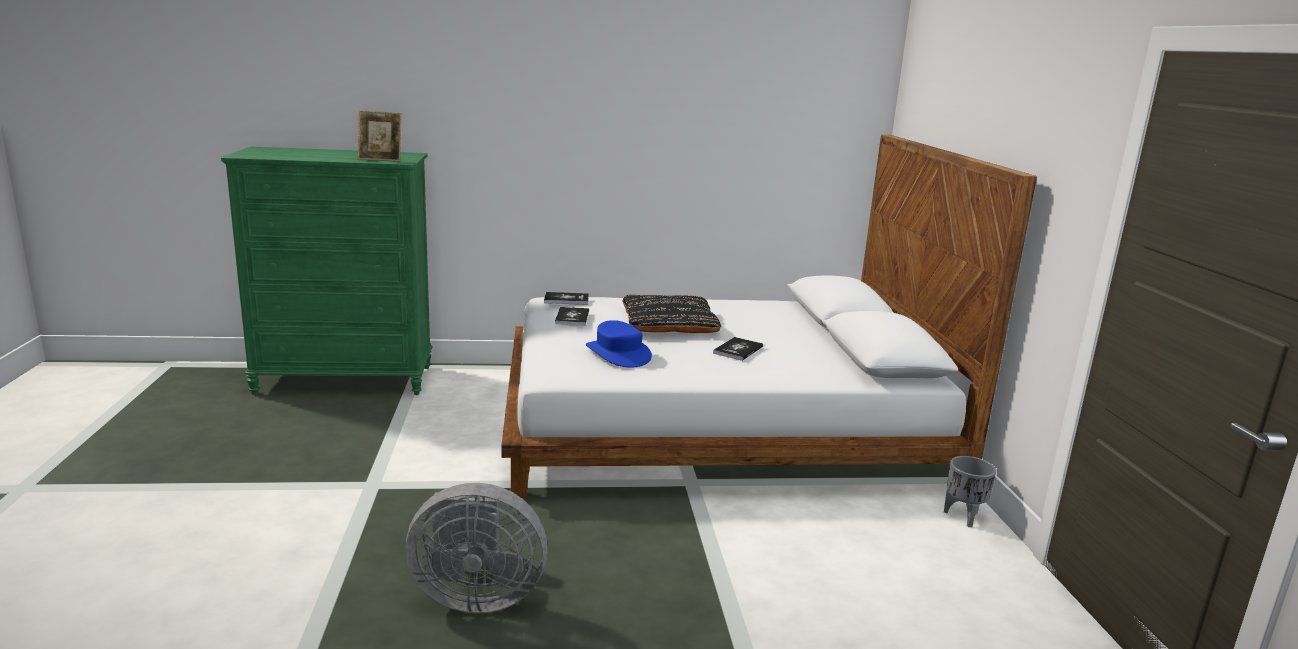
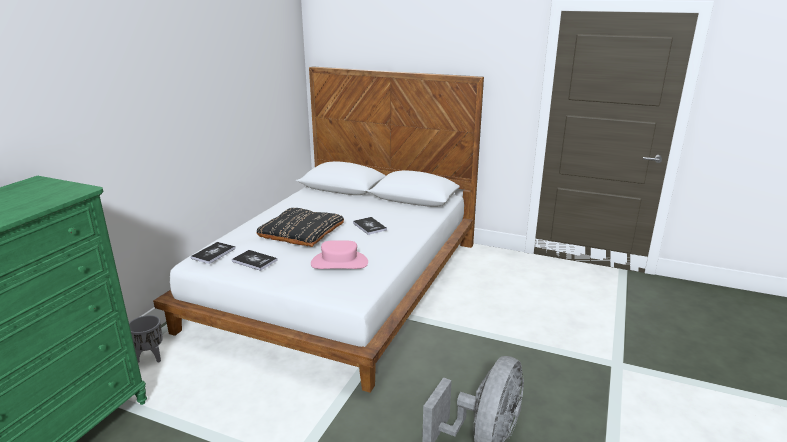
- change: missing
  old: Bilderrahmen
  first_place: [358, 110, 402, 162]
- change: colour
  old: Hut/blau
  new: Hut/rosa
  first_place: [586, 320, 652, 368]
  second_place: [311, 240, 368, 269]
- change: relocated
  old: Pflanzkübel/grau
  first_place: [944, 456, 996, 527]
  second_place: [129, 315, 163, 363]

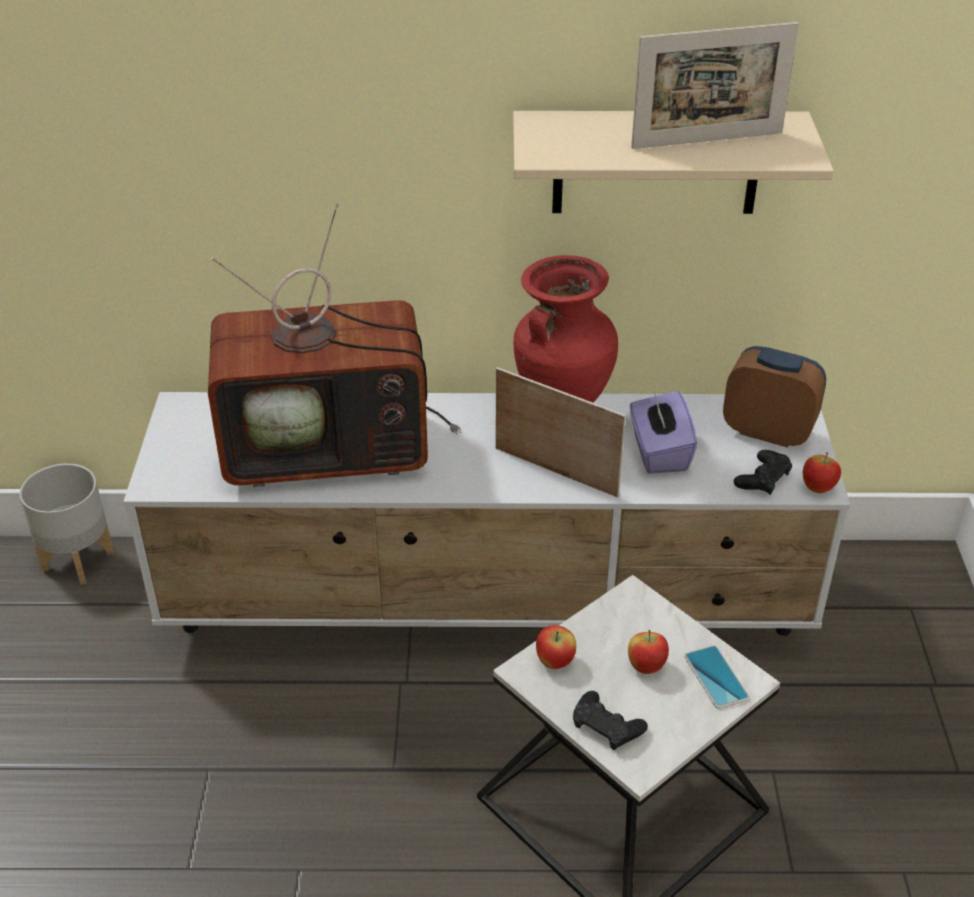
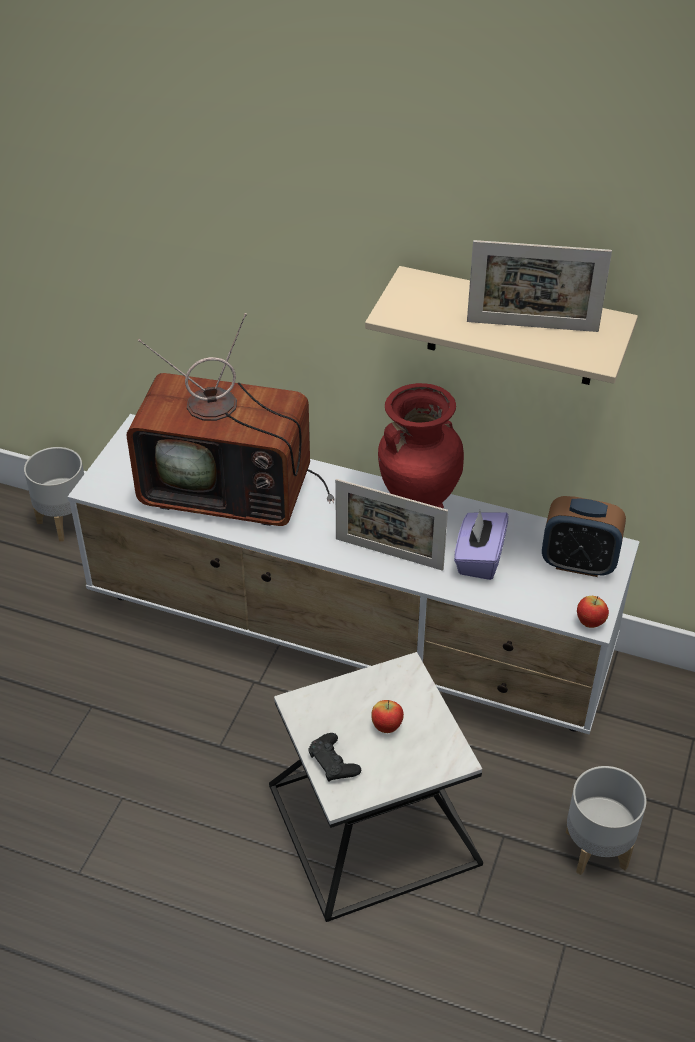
- change: spun
  old: Bilderrahmen
  first_place: [495, 367, 626, 498]
  second_place: [335, 479, 448, 571]
  degrees: 150
- change: missing
  old: Apfel
  first_place: [536, 625, 576, 669]
- change: missing
  old: Handy
  first_place: [684, 646, 749, 709]
- change: spun
  old: Wecker
  first_place: [723, 346, 826, 448]
  second_place: [542, 496, 626, 577]
  degrees: 150
- change: missing
  old: Gamepad/schwarz
  first_place: [734, 450, 792, 495]
- change: appeared
  new: Pflanzkübel/grau
  second_place: [566, 766, 646, 875]

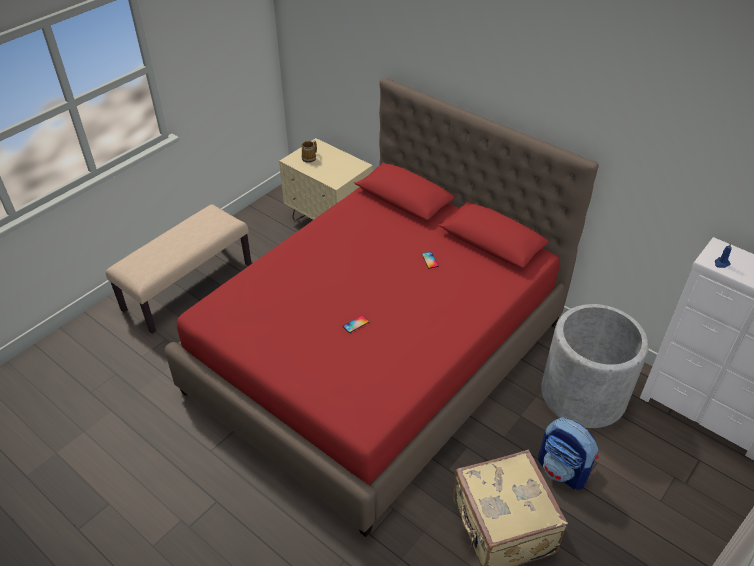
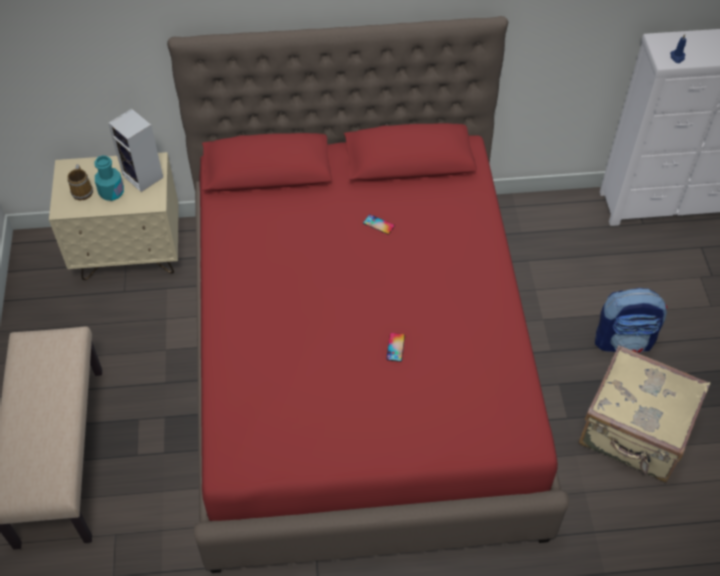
- change: missing
  old: Pflanzkübel/grau
  first_place: [541, 304, 649, 428]
- change: appeared
  new: Flasche/türkis
  second_place: [95, 155, 124, 201]
- change: appeared
  new: Lautsprecher
  second_place: [108, 109, 163, 192]

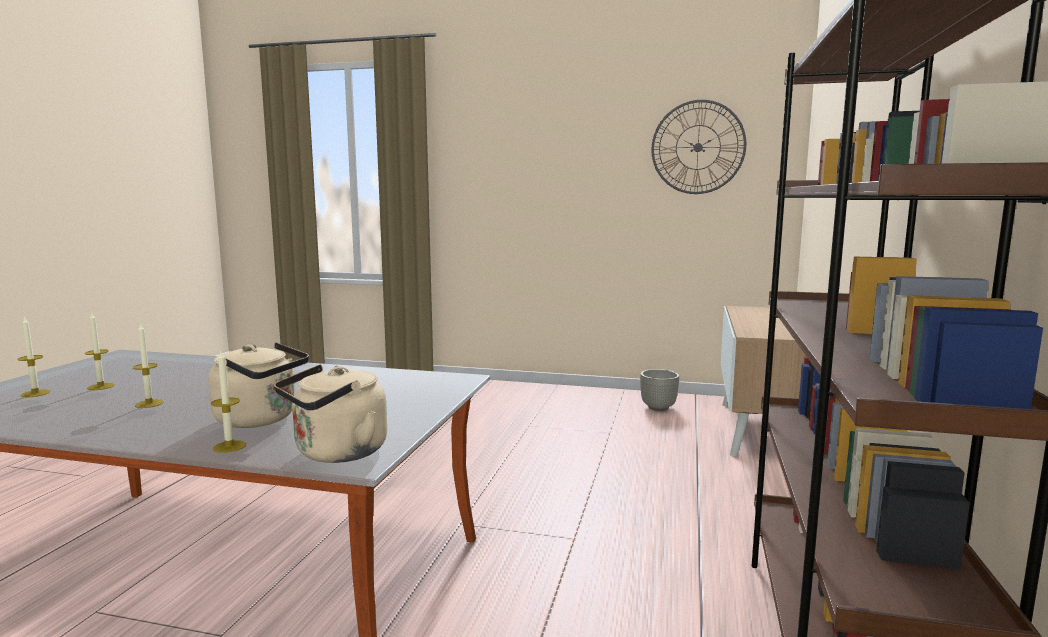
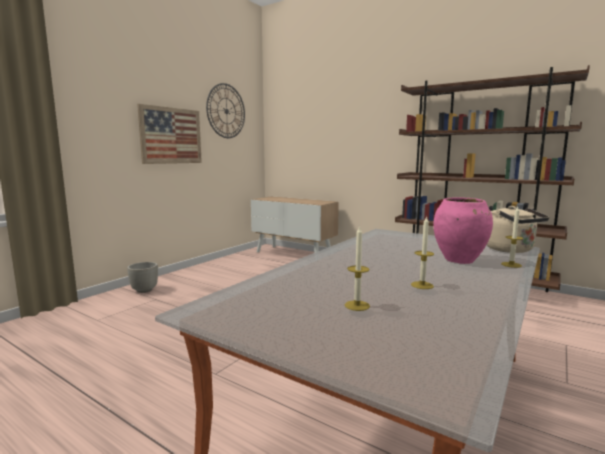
- change: missing
  old: Kerze
  first_place: [17, 316, 50, 397]
- change: exchanged
  old: Wasserkessel/beige
  new: Vase/rosa
  first_place: [208, 342, 309, 428]
  second_place: [433, 197, 493, 264]
- change: relocated
  old: Pflanzkübel/grau
  first_place: [640, 369, 679, 411]
  second_place: [127, 262, 158, 293]
- change: appeared
  new: Bild
  second_place: [137, 104, 202, 164]

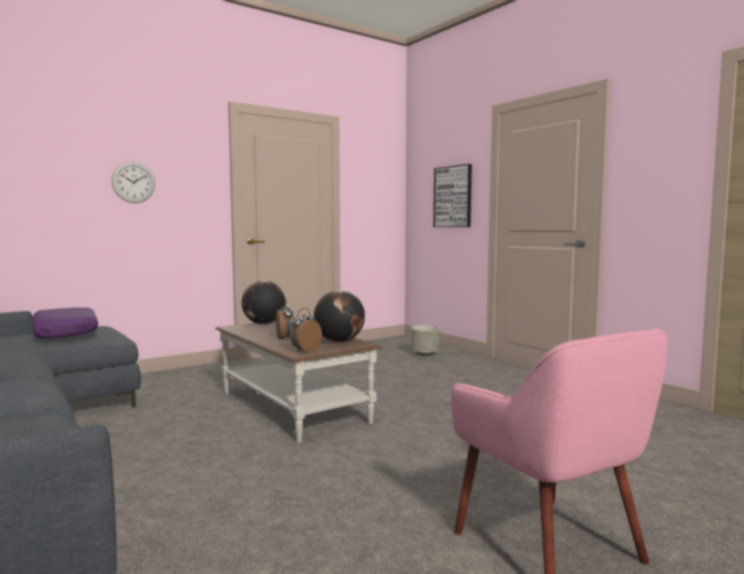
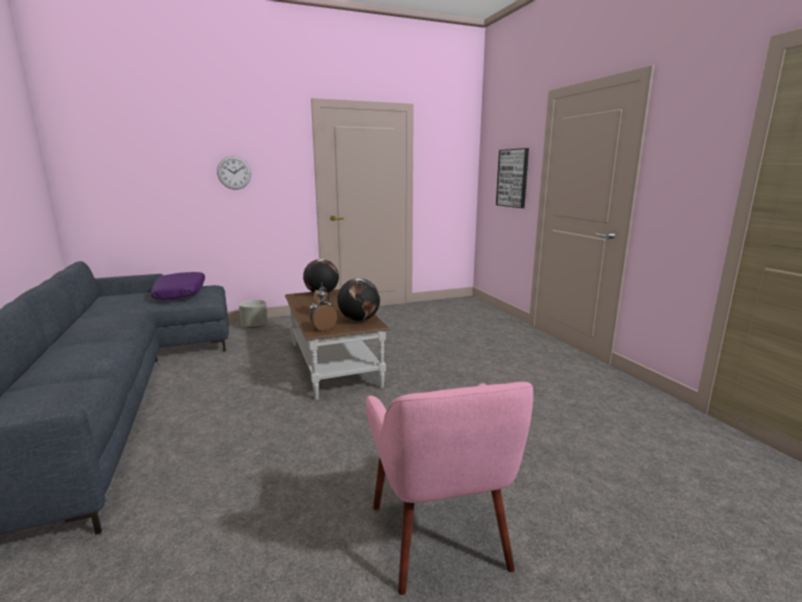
- change: relocated
  old: Pflanzkübel/grau
  first_place: [411, 325, 440, 356]
  second_place: [239, 300, 268, 328]

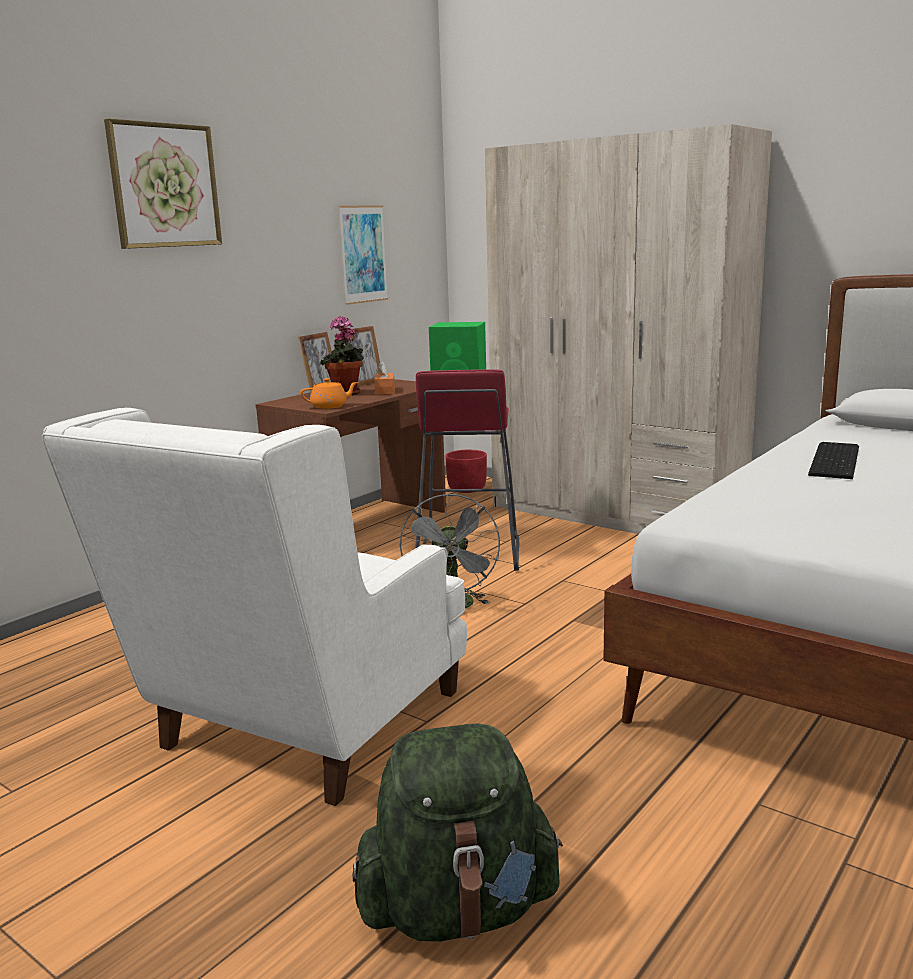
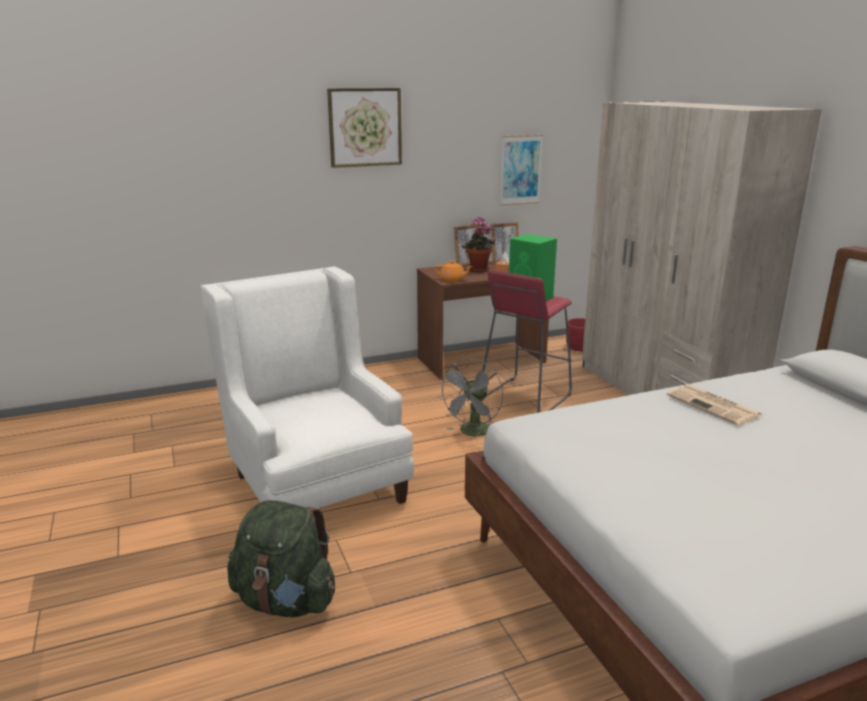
- change: spun
  old: Sessel/weiß
  first_place: [42, 408, 467, 806]
  second_place: [201, 266, 414, 509]
  degrees: 90
- change: exchanged
  old: Tastatur
  new: Zeitung
  first_place: [808, 442, 859, 479]
  second_place: [667, 384, 762, 425]

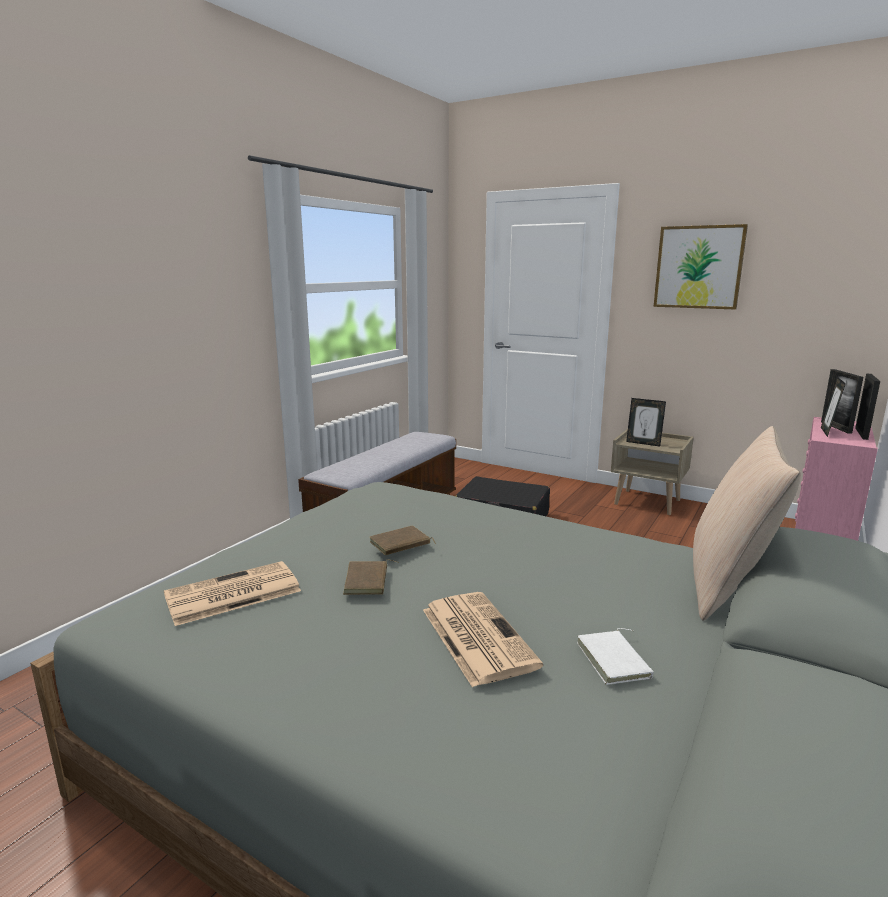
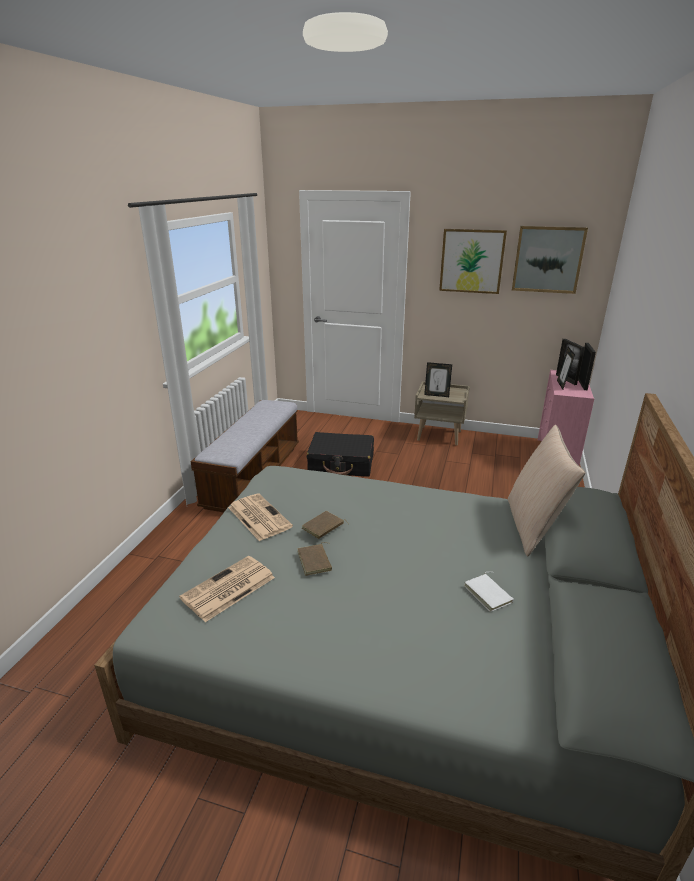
- change: relocated
  old: Zeitung
  first_place: [423, 592, 543, 687]
  second_place: [228, 494, 293, 541]
- change: appeared
  new: Bild
  second_place: [512, 226, 588, 294]

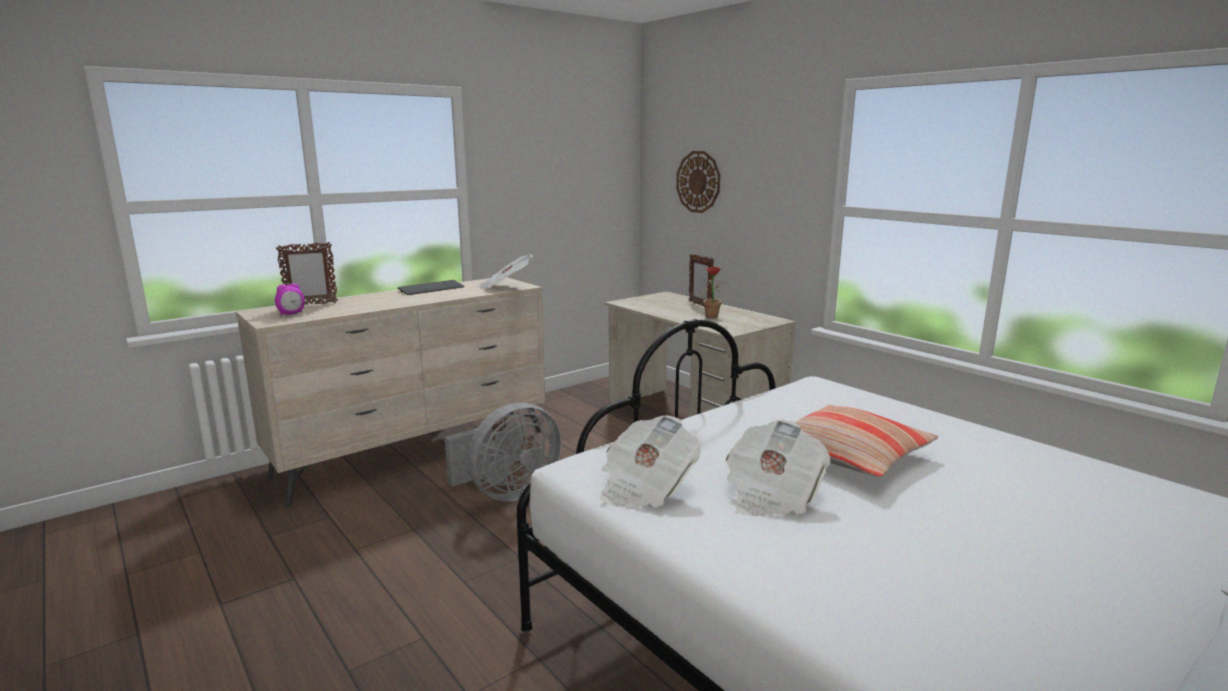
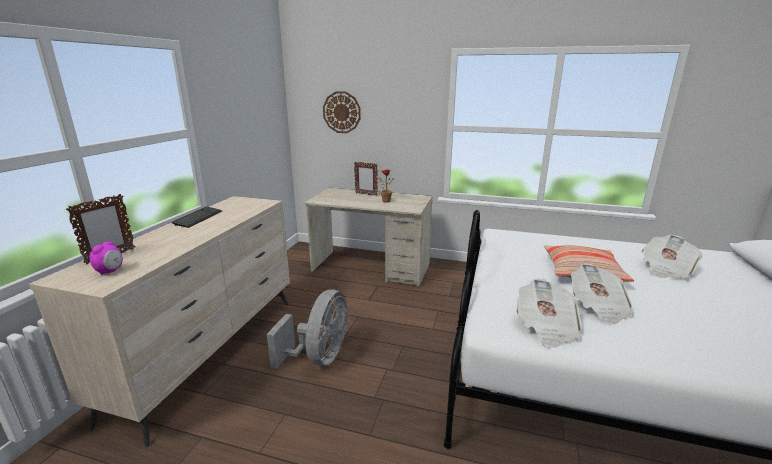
- change: relocated
  old: Zeitung
  first_place: [477, 254, 533, 289]
  second_place: [642, 235, 703, 279]

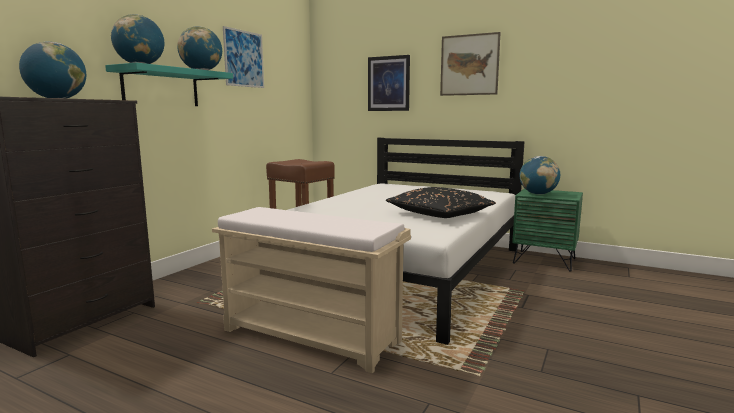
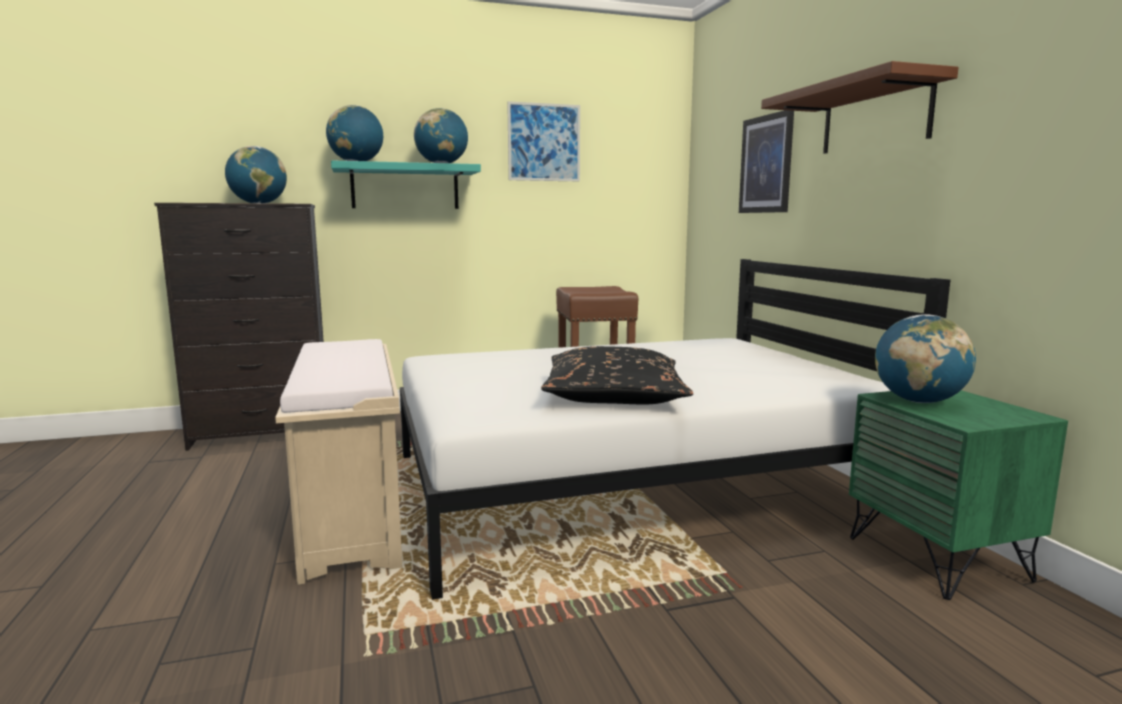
- change: exchanged
  old: Bild
  new: Wandregal/braun
  first_place: [440, 32, 501, 96]
  second_place: [761, 61, 959, 154]

